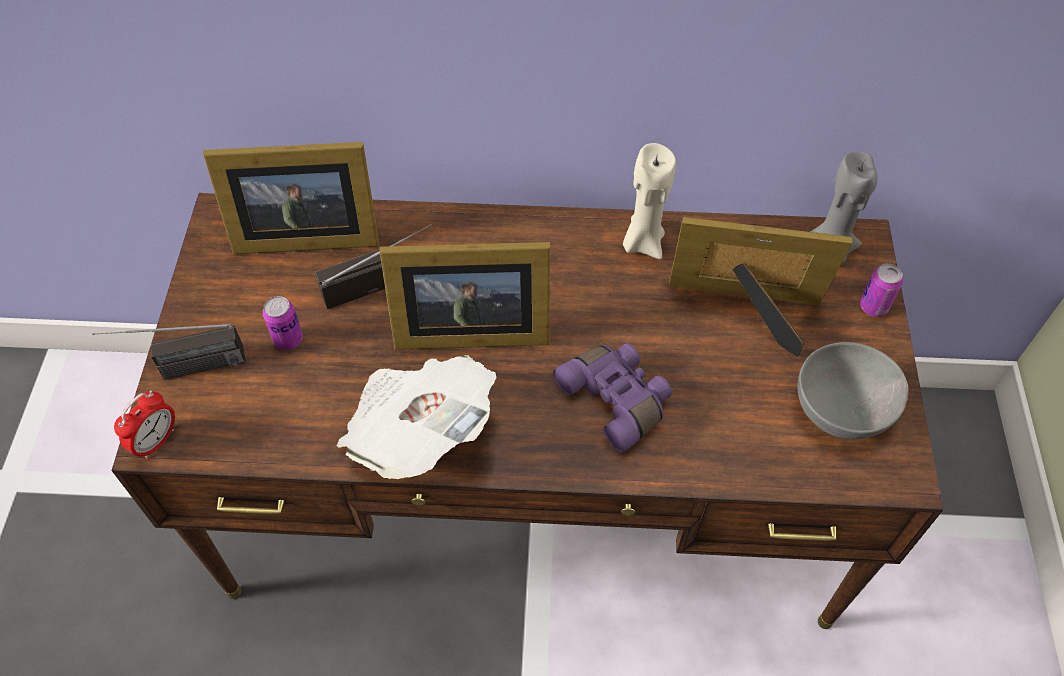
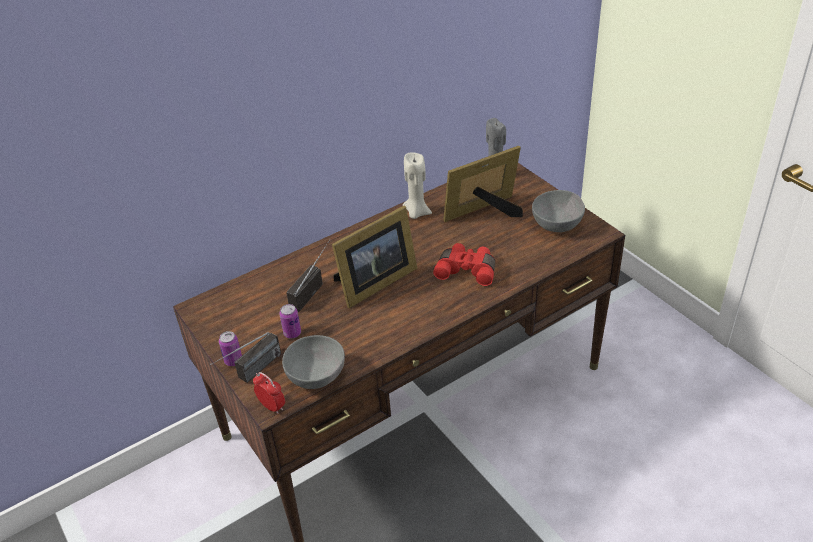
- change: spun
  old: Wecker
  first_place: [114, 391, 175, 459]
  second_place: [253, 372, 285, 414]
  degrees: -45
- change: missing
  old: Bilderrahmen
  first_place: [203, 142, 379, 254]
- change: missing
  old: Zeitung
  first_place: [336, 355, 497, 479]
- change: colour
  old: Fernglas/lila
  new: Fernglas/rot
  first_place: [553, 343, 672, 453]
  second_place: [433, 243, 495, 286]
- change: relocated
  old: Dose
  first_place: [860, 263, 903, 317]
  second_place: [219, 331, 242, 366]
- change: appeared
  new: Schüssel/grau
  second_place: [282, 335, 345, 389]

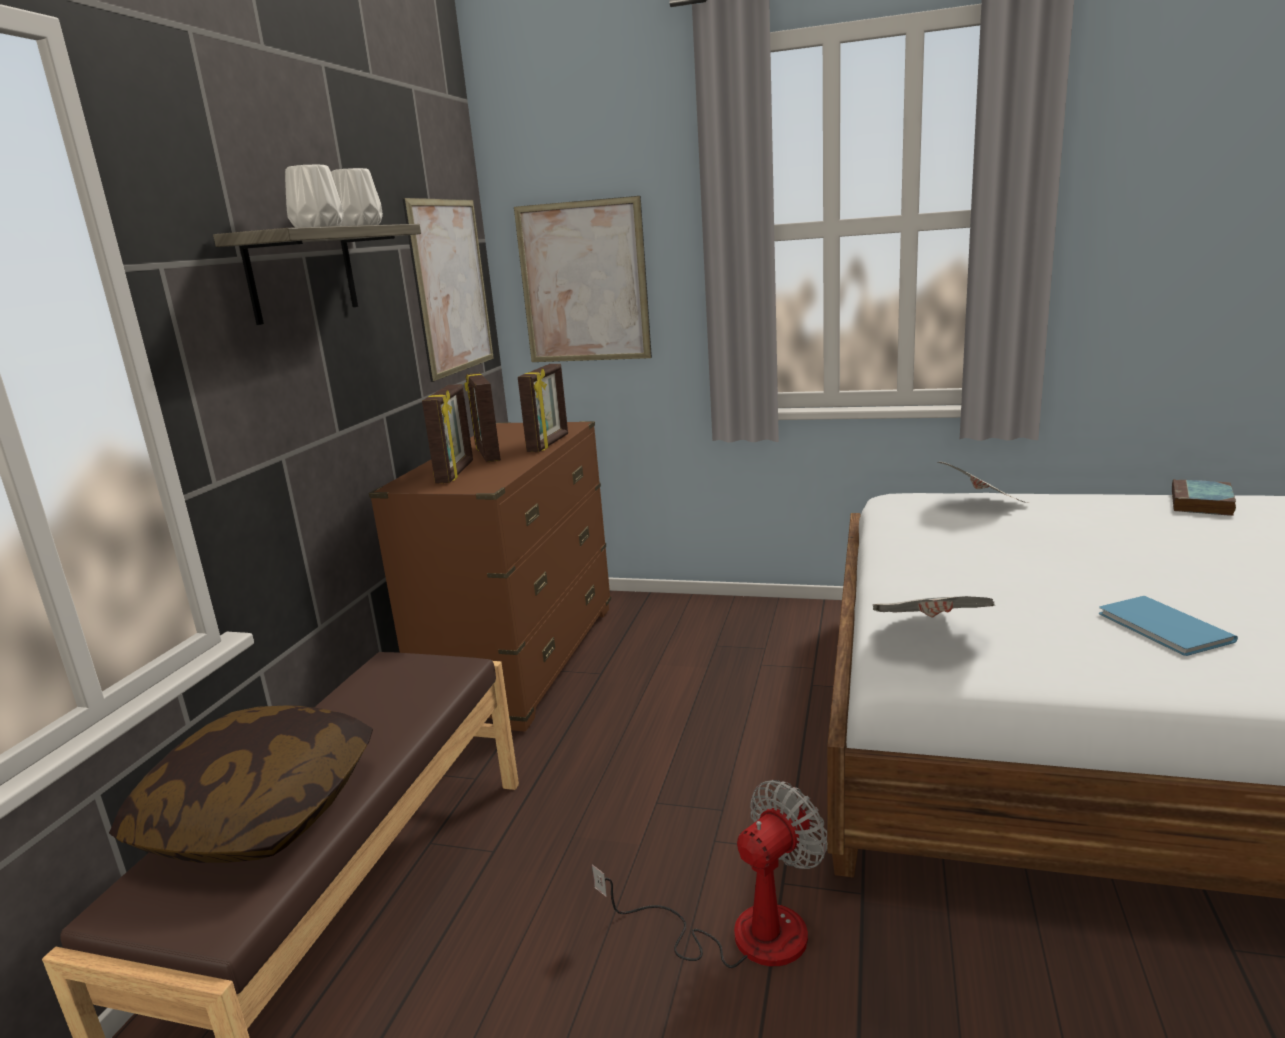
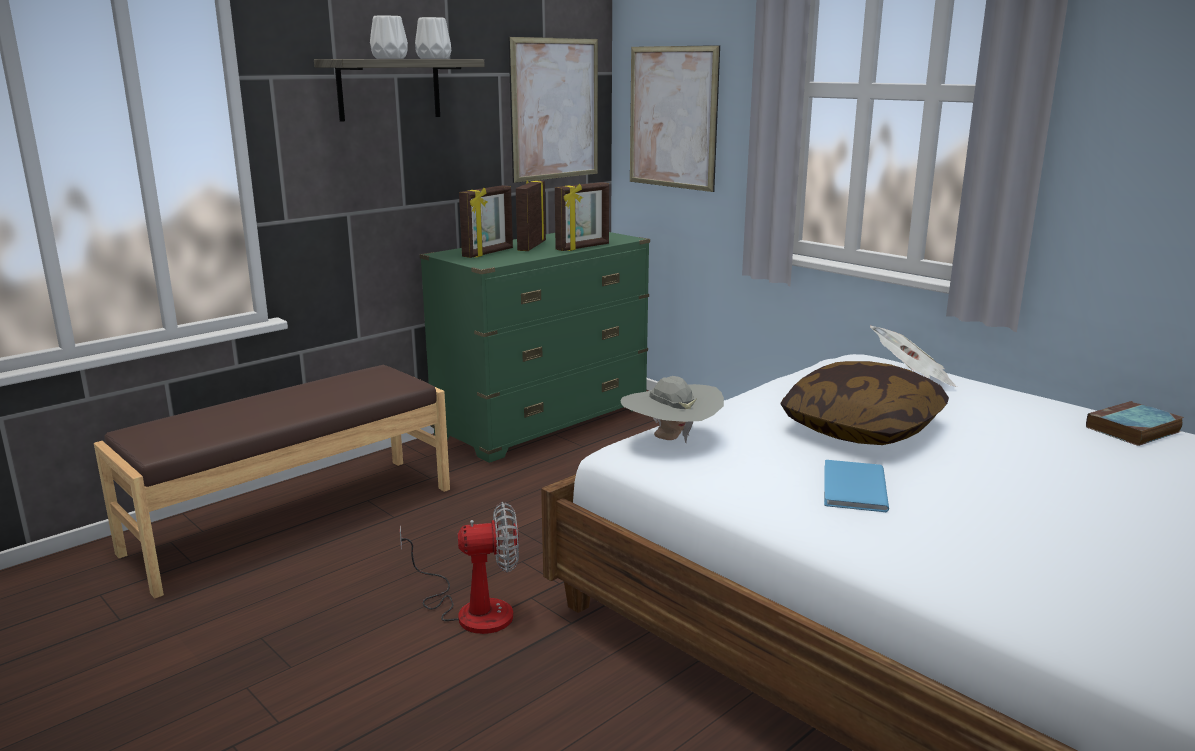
- change: relocated
  old: Kissen
  first_place: [109, 706, 373, 863]
  second_place: [780, 361, 949, 445]
- change: colour
  old: Kommode/braun
  new: Kommode/grün
  first_place: [369, 421, 611, 732]
  second_place: [420, 232, 650, 463]
- change: exchanged
  old: Zeitung
  new: Hut/grau
  first_place: [873, 596, 995, 618]
  second_place: [620, 376, 724, 443]

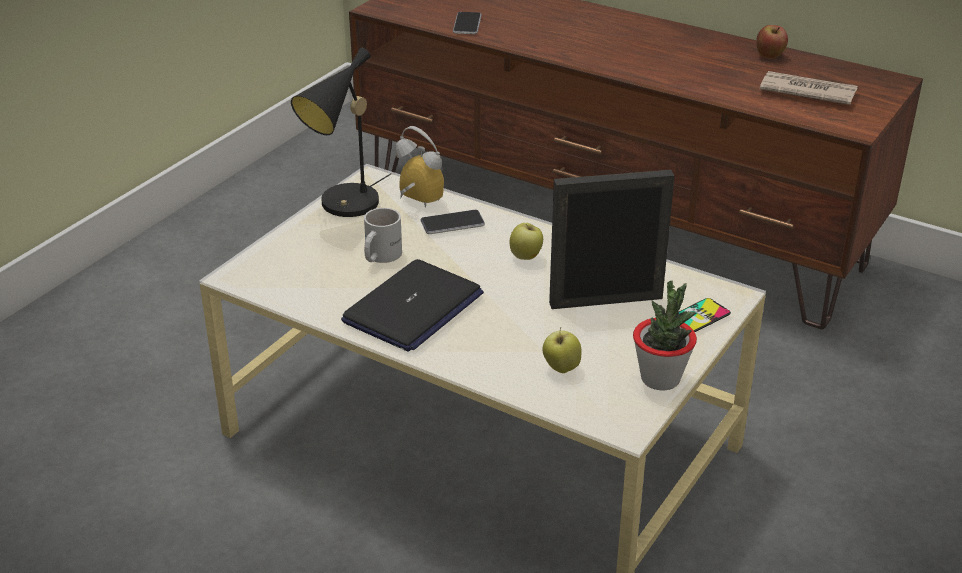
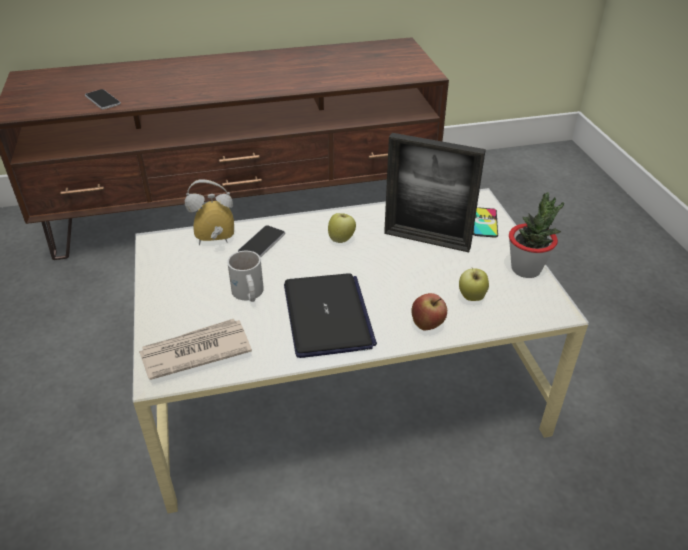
- change: missing
  old: Tischlampe/schwarz
  first_place: [291, 47, 391, 217]
- change: spun
  old: Bilderrahmen
  first_place: [549, 170, 675, 309]
  second_place: [384, 133, 486, 252]
  degrees: -105
- change: relocated
  old: Apfel
  first_place: [756, 25, 788, 59]
  second_place: [411, 293, 447, 330]
- change: relocated
  old: Zeitung
  first_place: [759, 71, 858, 105]
  second_place: [139, 319, 252, 380]

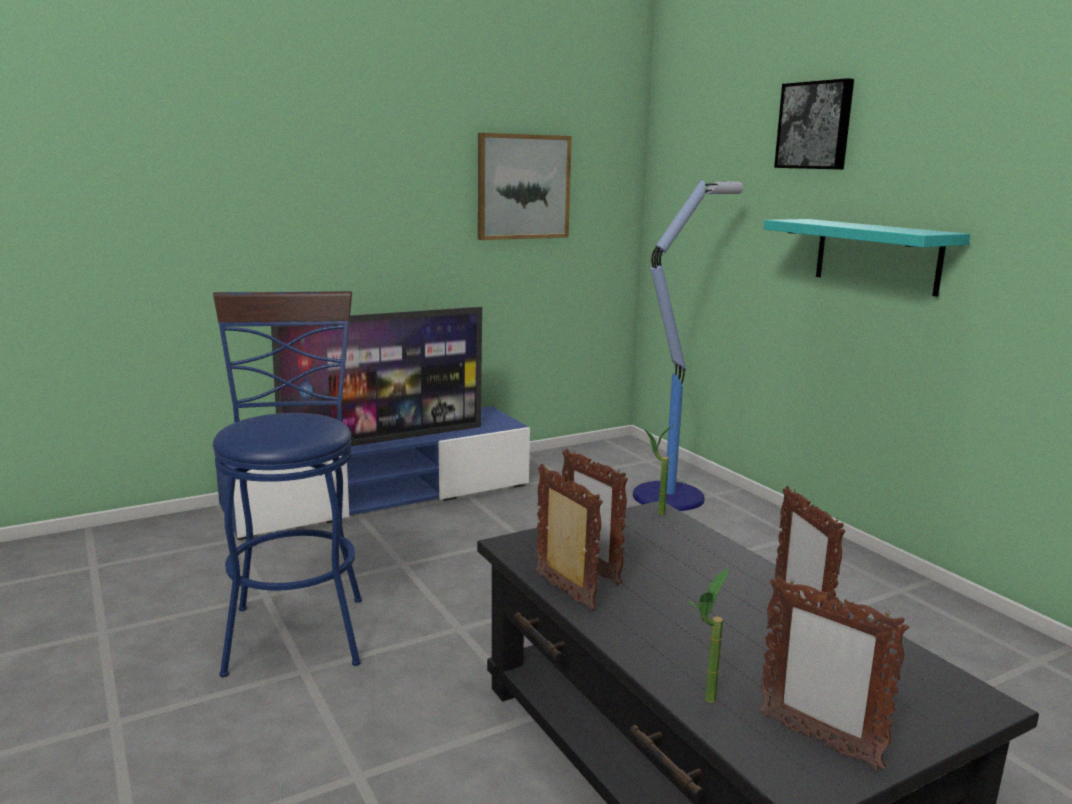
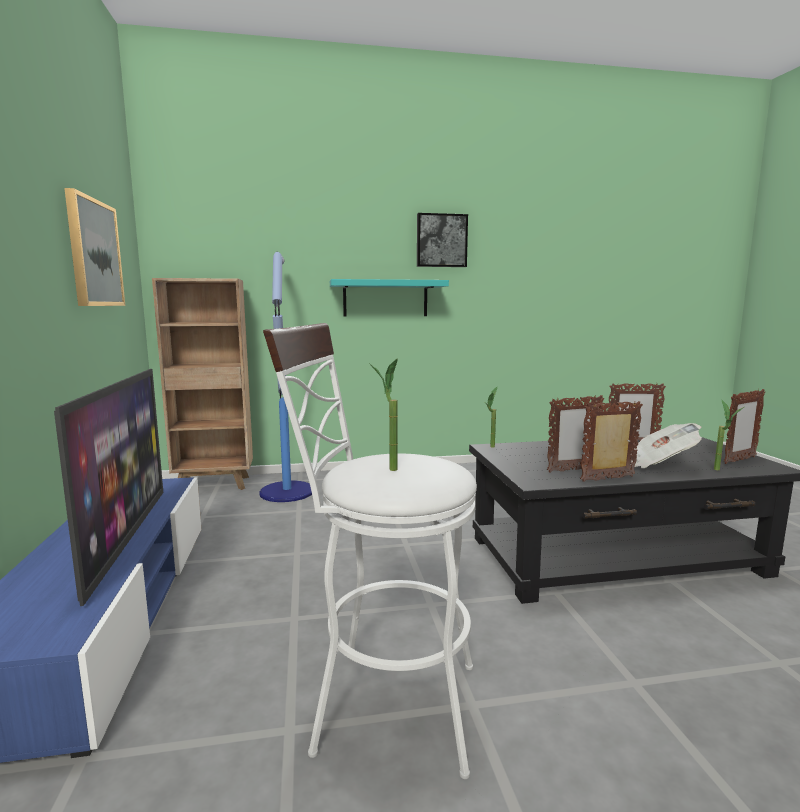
- change: colour
  old: Hocker/blau
  new: Hocker/weiß
  first_place: [213, 291, 362, 677]
  second_place: [263, 323, 477, 779]
- change: relocated
  old: Bild
  first_place: [774, 78, 854, 170]
  second_place: [417, 213, 468, 267]
- change: appeared
  new: Bücherregal/braun
  second_place: [152, 278, 253, 490]
- change: appeared
  new: Topfpflanze
  second_place: [369, 359, 398, 471]
- change: appeared
  new: Zeitung
  second_place: [630, 423, 702, 468]

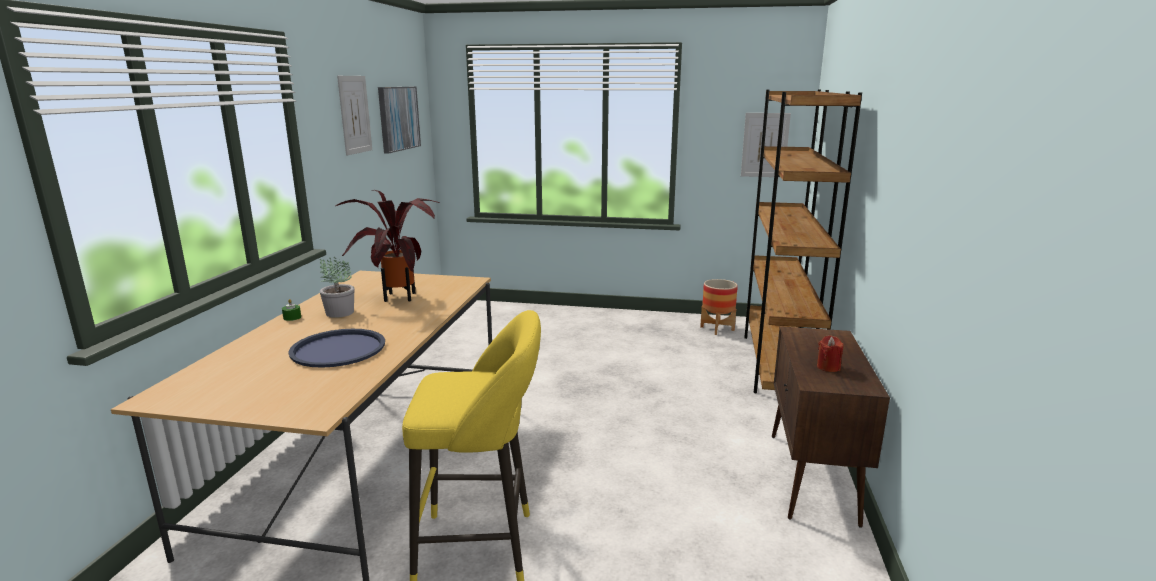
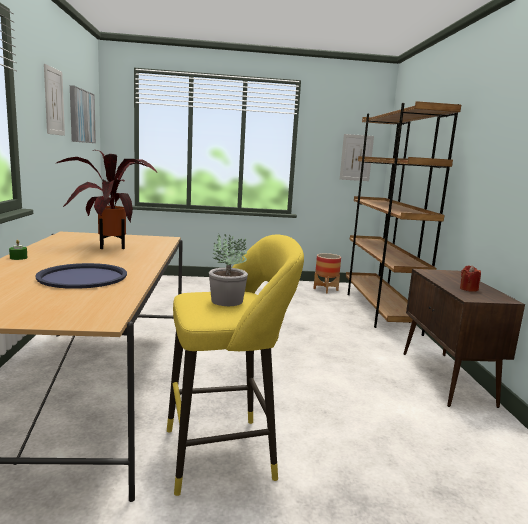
- change: relocated
  old: Topfpflanze
  first_place: [320, 257, 354, 318]
  second_place: [209, 234, 248, 306]

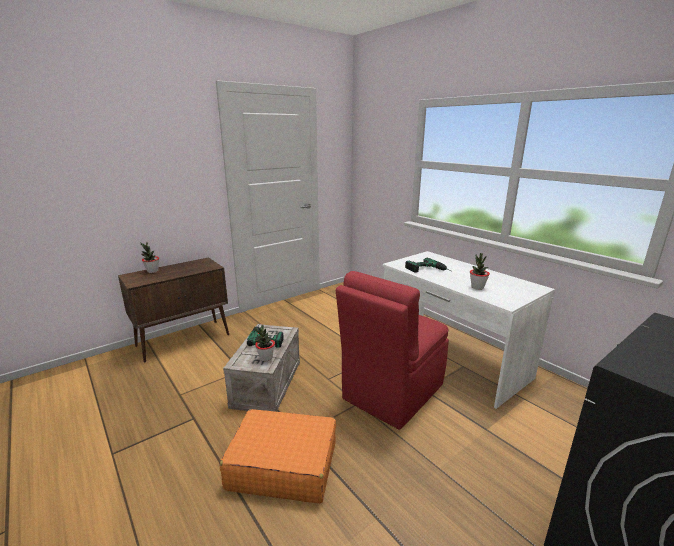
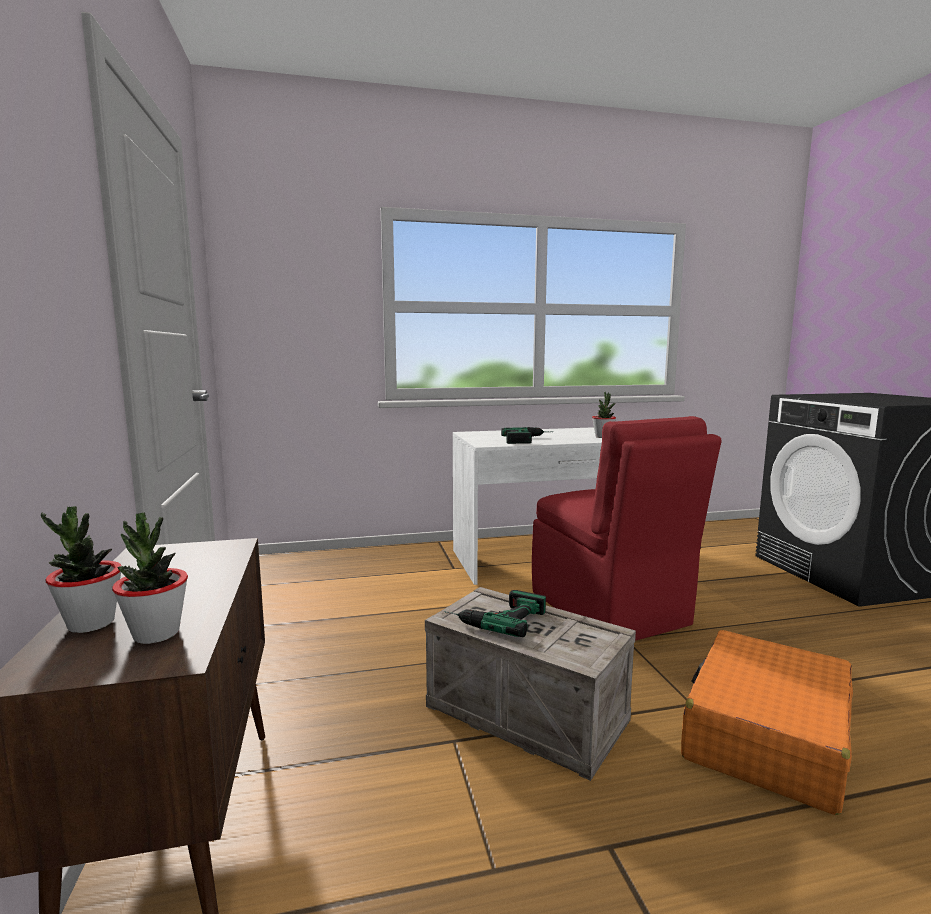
- change: relocated
  old: Topfpflanze
  first_place: [254, 325, 275, 361]
  second_place: [112, 512, 188, 644]

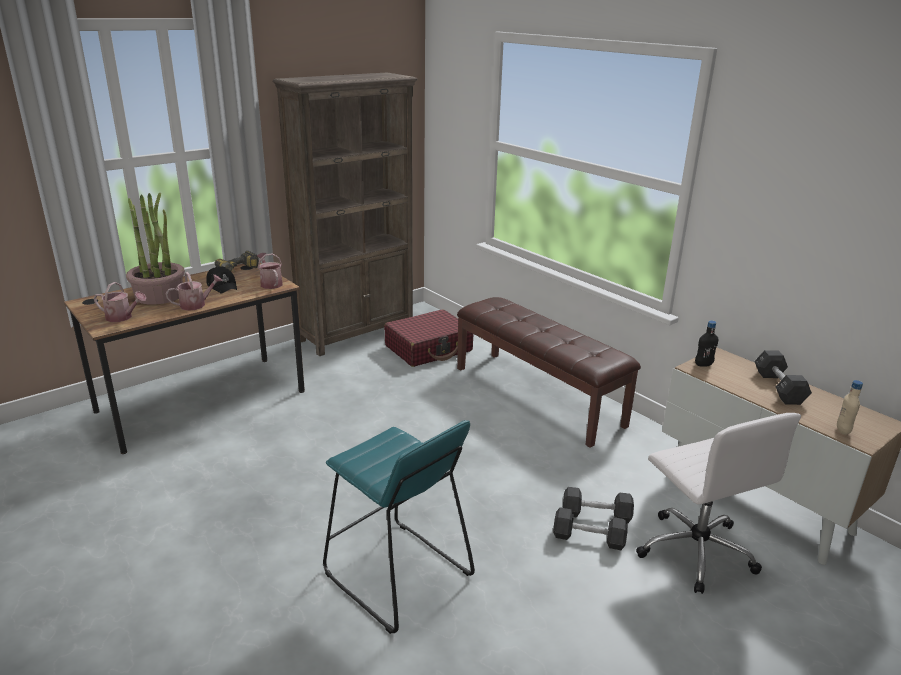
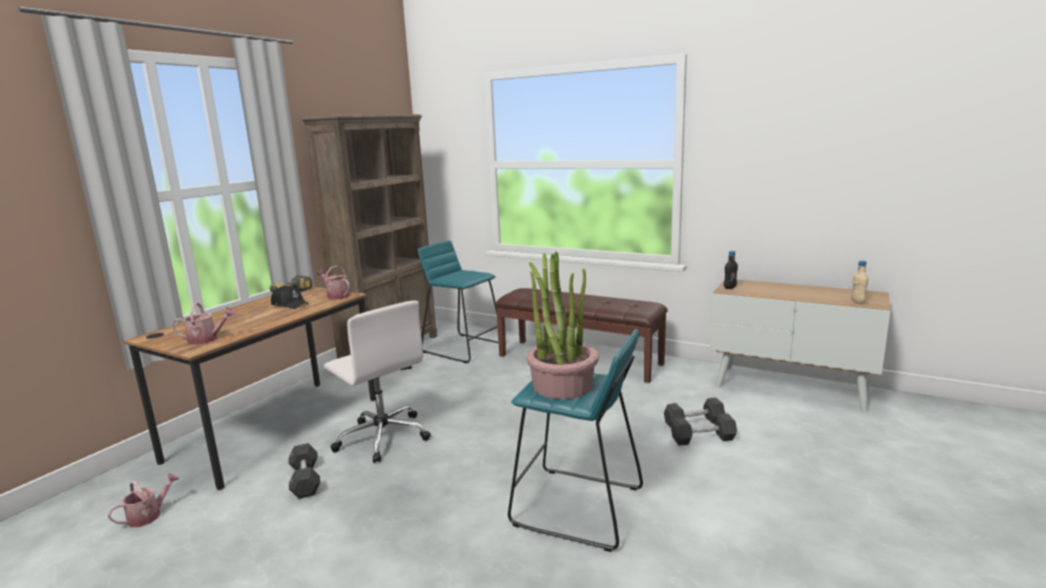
- change: relocated
  old: Topfpflanze
  first_place: [126, 193, 185, 305]
  second_place: [526, 252, 599, 399]
- change: relocated
  old: Gießkanne
  first_place: [166, 272, 223, 311]
  second_place: [107, 474, 179, 527]
- change: exchanged
  old: Koffer/rot
  new: Hocker/türkis
  first_place: [384, 309, 473, 367]
  second_place: [418, 240, 499, 363]
- change: relocated
  old: Bürostuhl/weiß
  first_place: [636, 413, 801, 594]
  second_place: [324, 301, 431, 463]
- change: relocated
  old: Hantel/schwarz
  first_place: [754, 350, 812, 405]
  second_place: [288, 443, 320, 499]

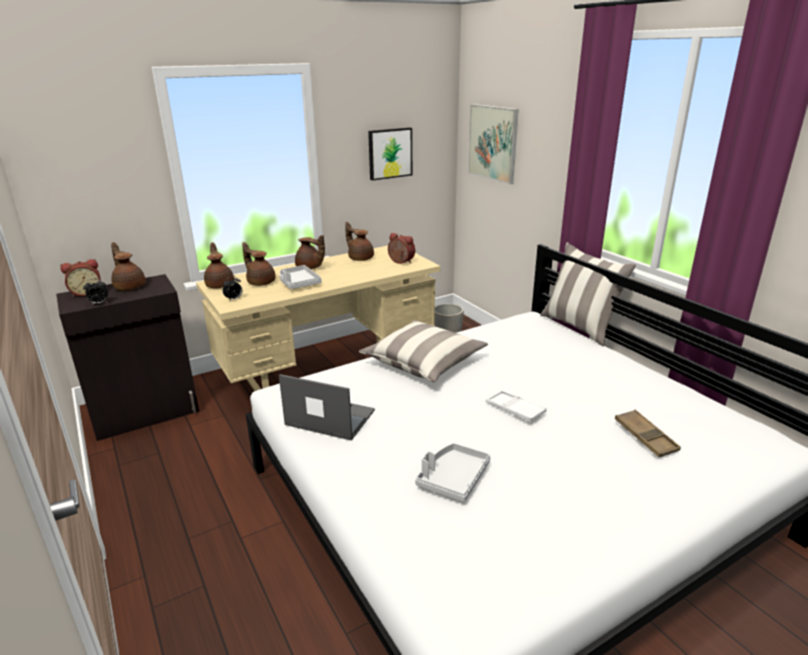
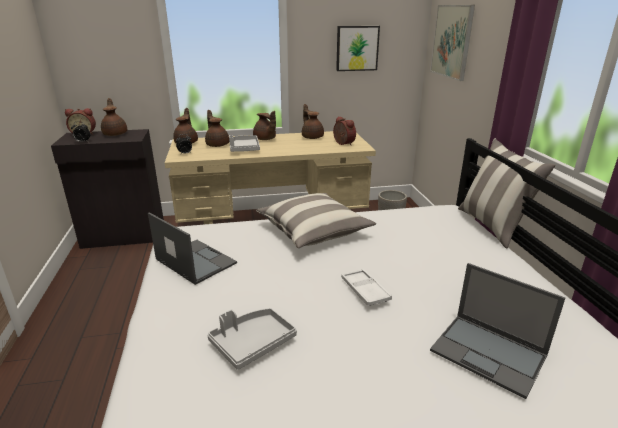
- change: exchanged
  old: Tablett/braun
  new: Laptop
  first_place: [615, 410, 681, 457]
  second_place: [430, 263, 565, 399]

